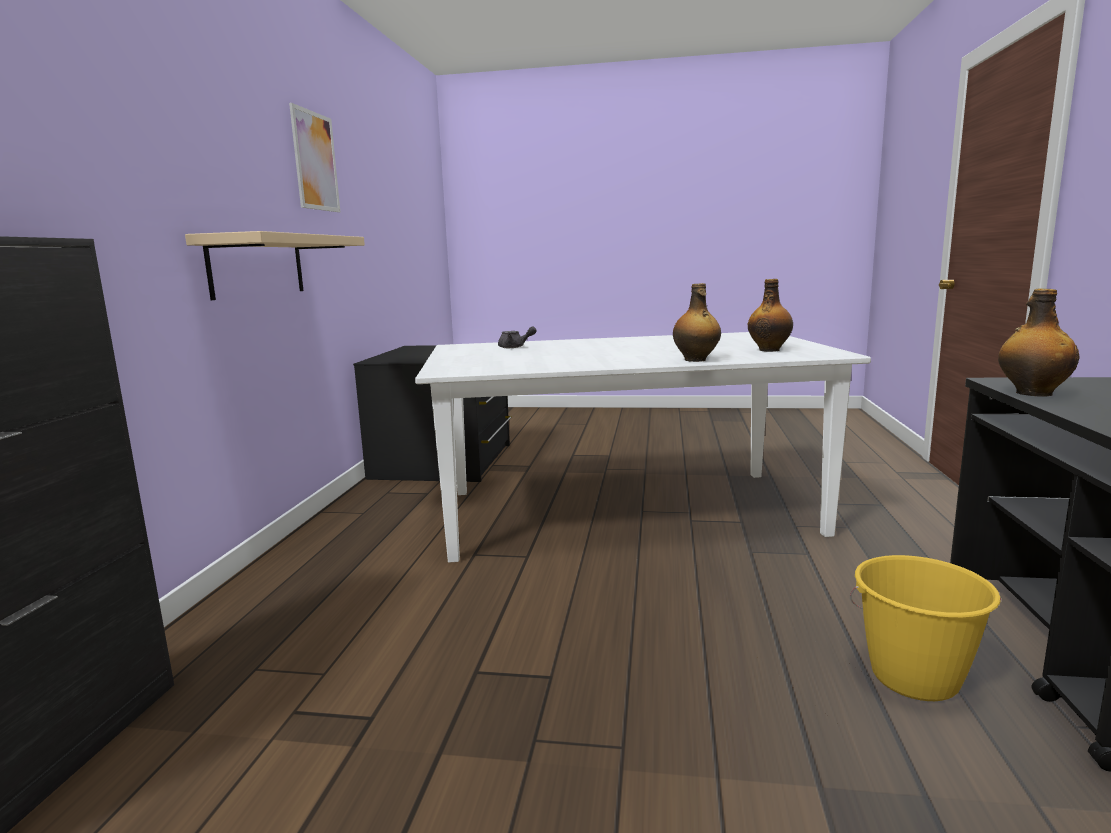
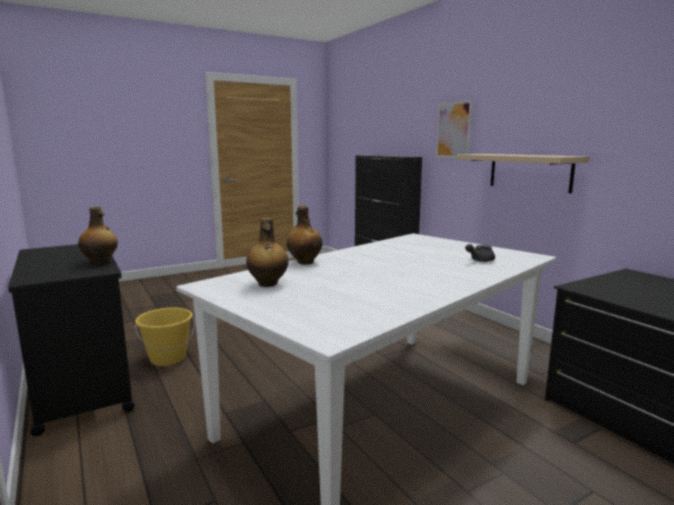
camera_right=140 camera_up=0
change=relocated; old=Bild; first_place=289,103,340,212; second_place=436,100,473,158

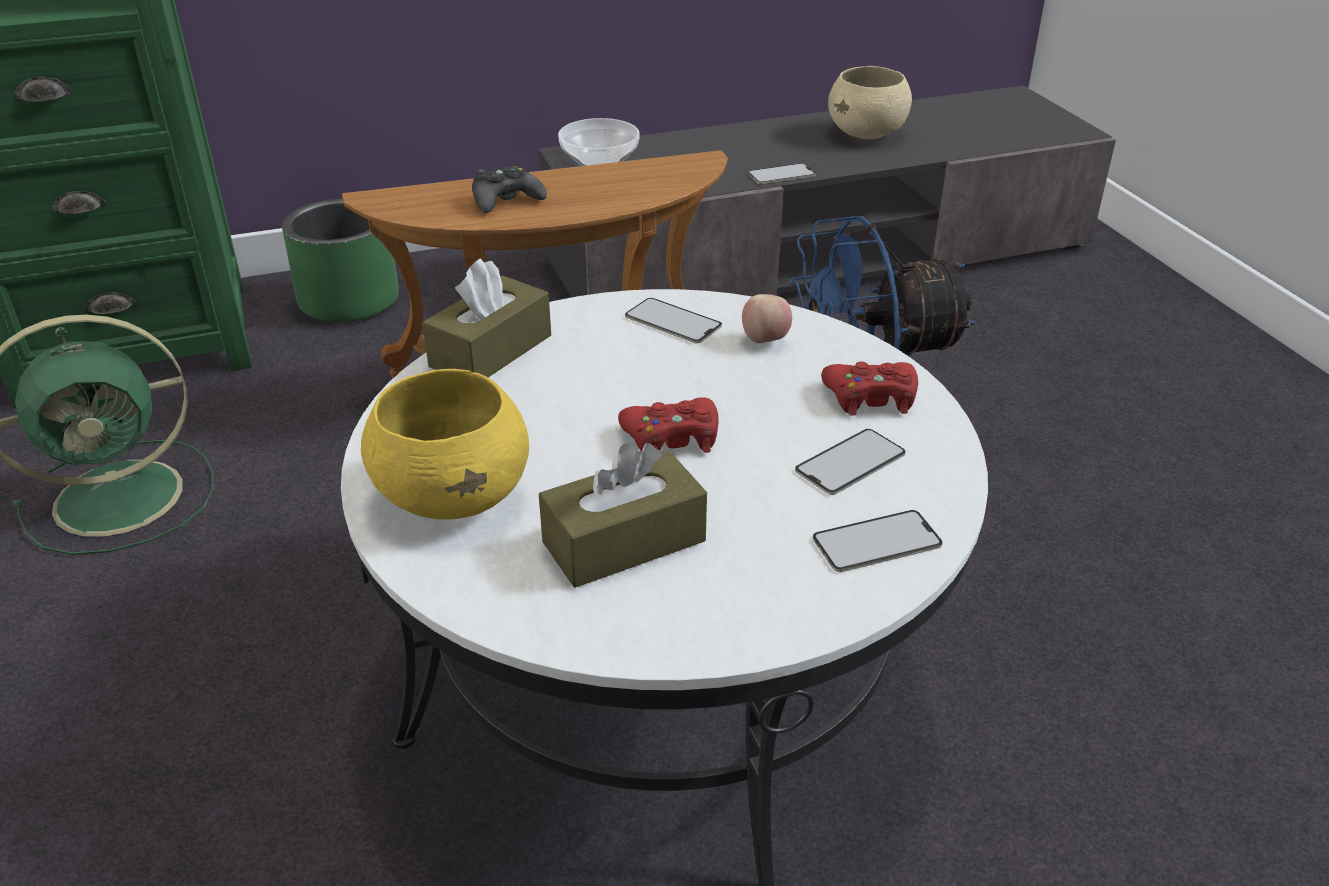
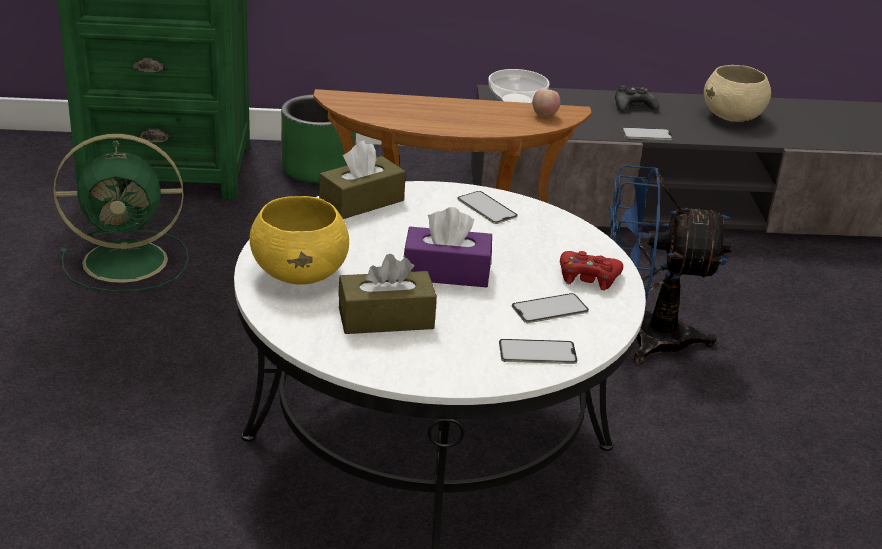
camera_right=15 camera_up=-5
change=relocated; old=Gamepad/schwarz; first_place=472,166,547,213; second_place=615,85,659,111
change=relocated; old=Apfel; first_place=742,294,792,343; second_place=533,89,560,115
change=exchanged; old=Gamepad/rot; new=Taschentuchbox/lila; first_place=618,397,719,453; second_place=404,207,492,287

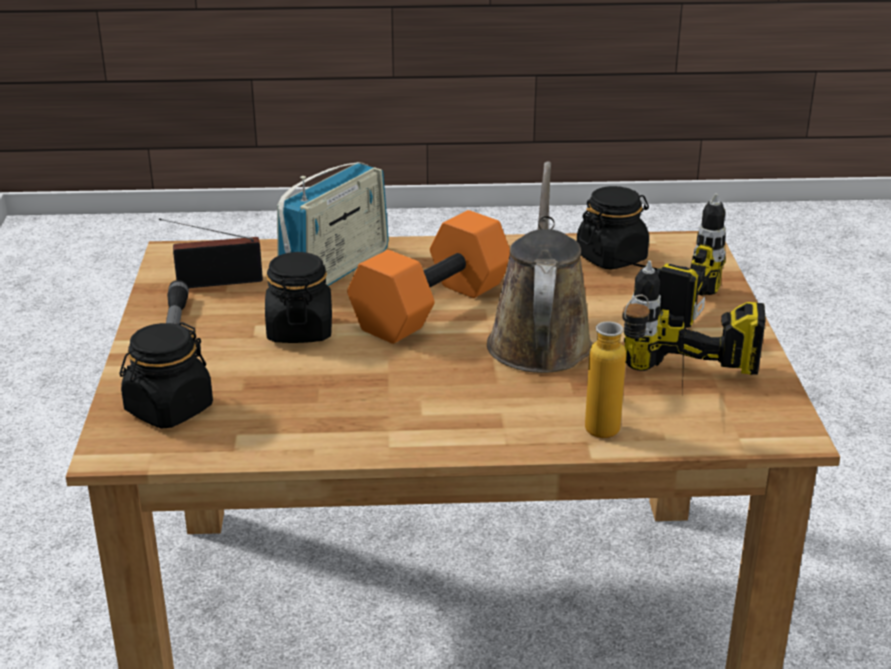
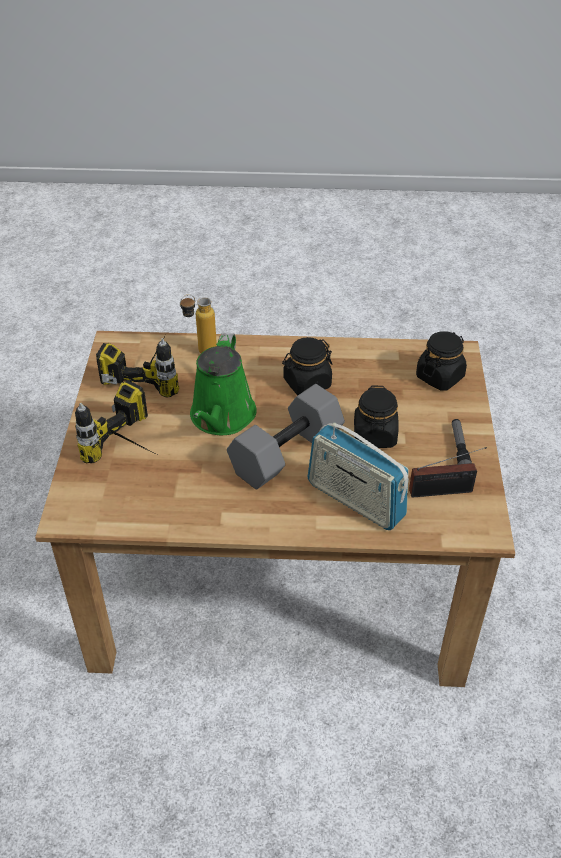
camera_right=-175 camera_up=15
change=relocated; old=Vorratsglas/schwarz; first_place=577,186,649,269; second_place=282,337,333,395
change=colour; old=Hantel/orange; new=Hantel/grau; first_place=347,210,510,344; second_place=227,384,345,489
change=colour; old=Gießkanne/braun; new=Gießkanne/grün; first_place=487,161,593,373; second_place=190,333,257,435
change=spun; old=Radio; first_place=277,162,389,286; second_place=308,422,409,530; degrees=-90

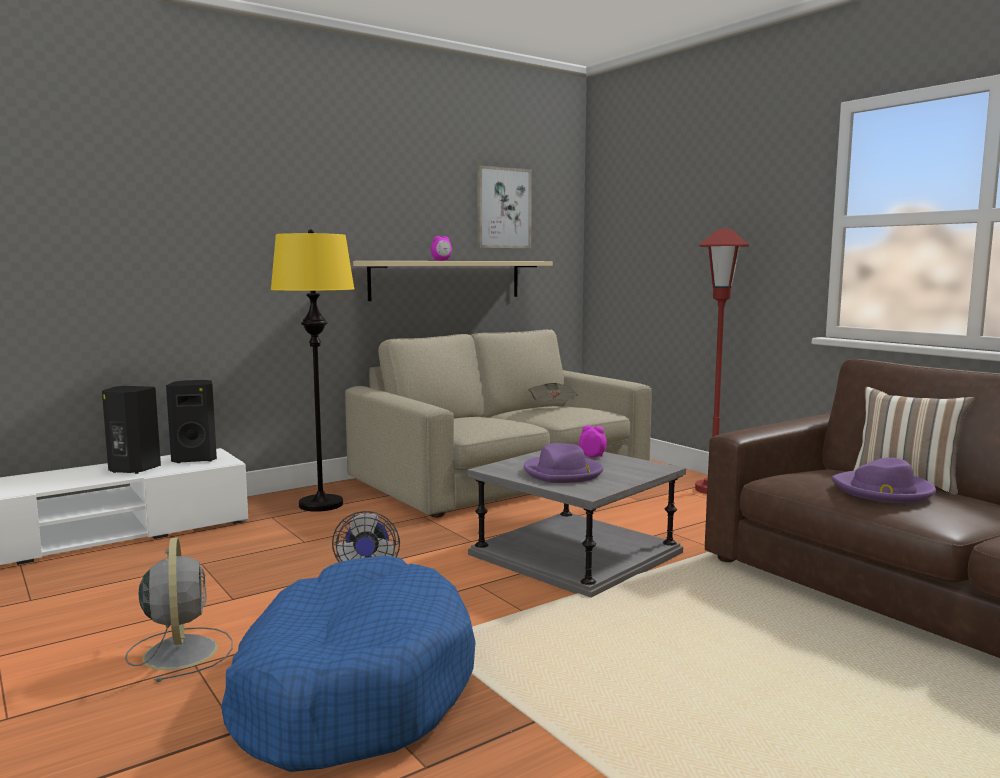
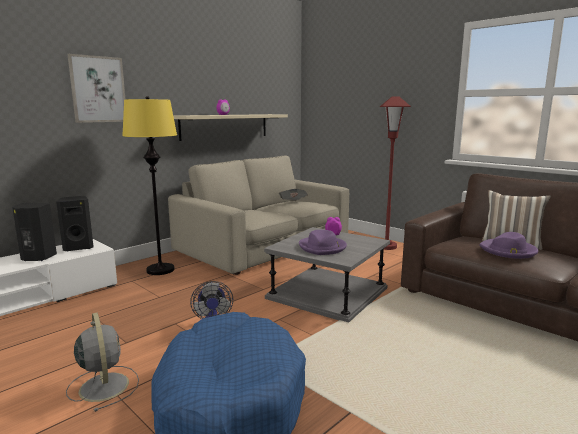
camera_right=-10 camera_up=5
change=relocated; old=Bild; first_place=477,165,532,249; second_place=67,54,125,123

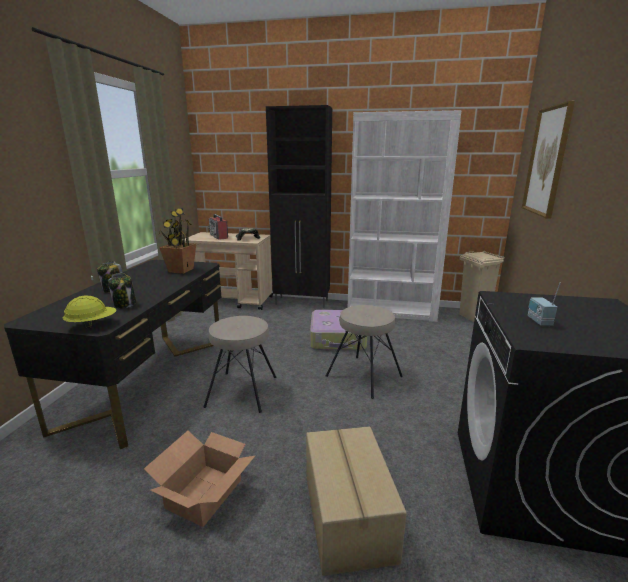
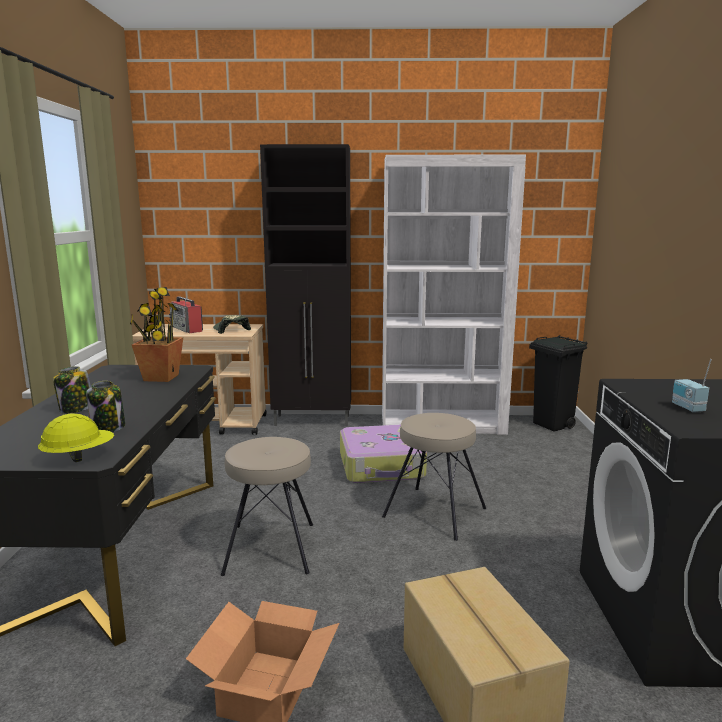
camera_right=-10 camera_up=-5
change=missing; old=Bild; first_place=522,101,575,219
change=colour; old=Mülleimer/beige; new=Mülleimer/schwarz; first_place=459,251,504,322; second_place=529,335,588,431

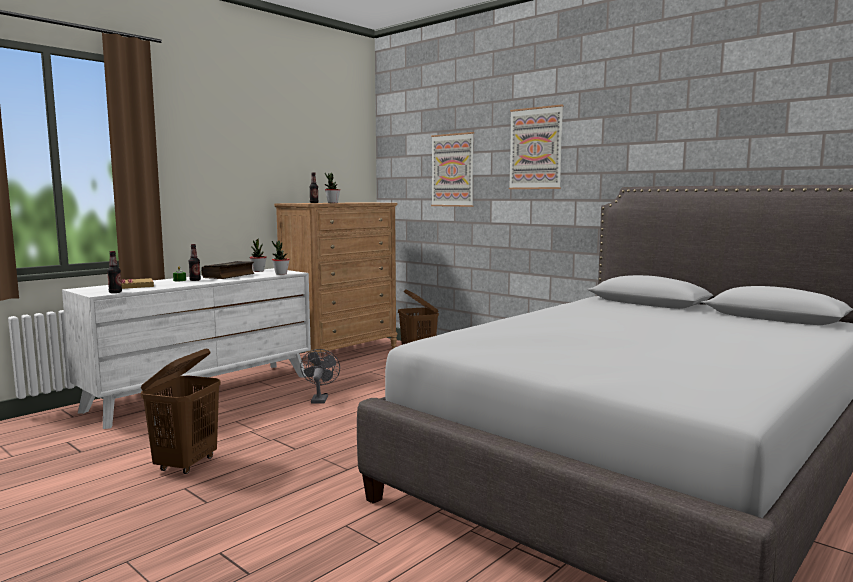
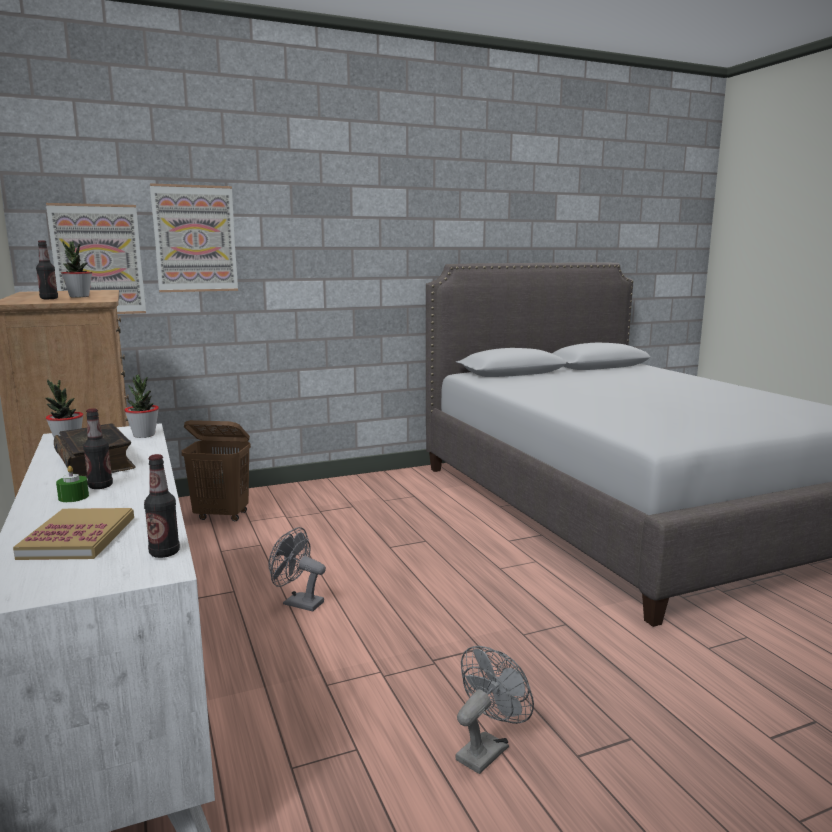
camera_right=-65 camera_up=5
change=relocated; old=Bild; first_place=509,104,563,189; second_place=46,203,146,314
change=exchanged; old=Wäschekorb/braun; new=Ventilator/grau; first_place=141,349,220,474; second_place=456,646,534,774

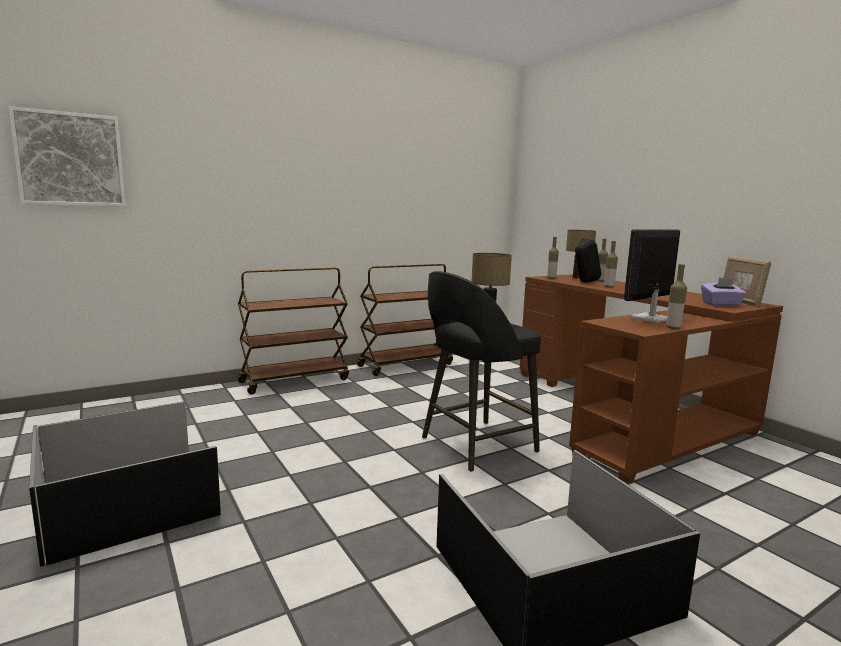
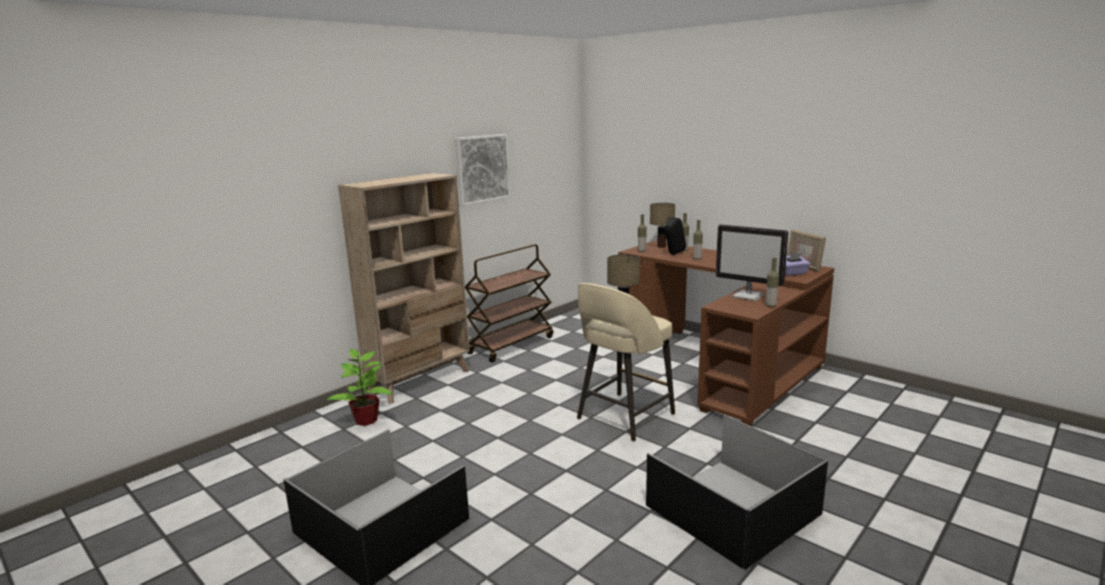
camera_right=-15 camera_up=5
change=appeared; new=Topfpflanze; second_place=327,349,392,426
change=relocated; old=Bild; first_place=8,106,126,207; second_place=455,134,511,206
change=exchanged; old=Rollwagen/braun; new=Bücherregal/beige; first_place=238,268,349,394; second_place=338,173,470,403
change=colour; old=Hocker/schwarz; new=Hocker/beige; first_place=422,271,541,471; second_place=577,283,675,441
change=spun; old=Monitor; first_place=624,229,680,323; second_place=716,224,789,301; degrees=-90

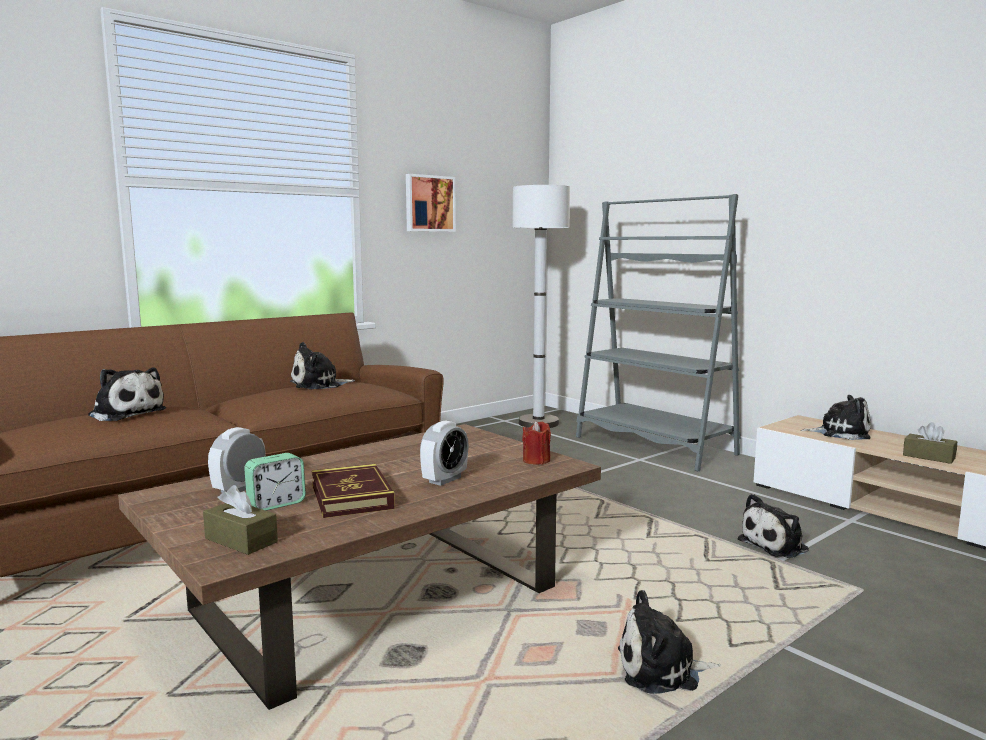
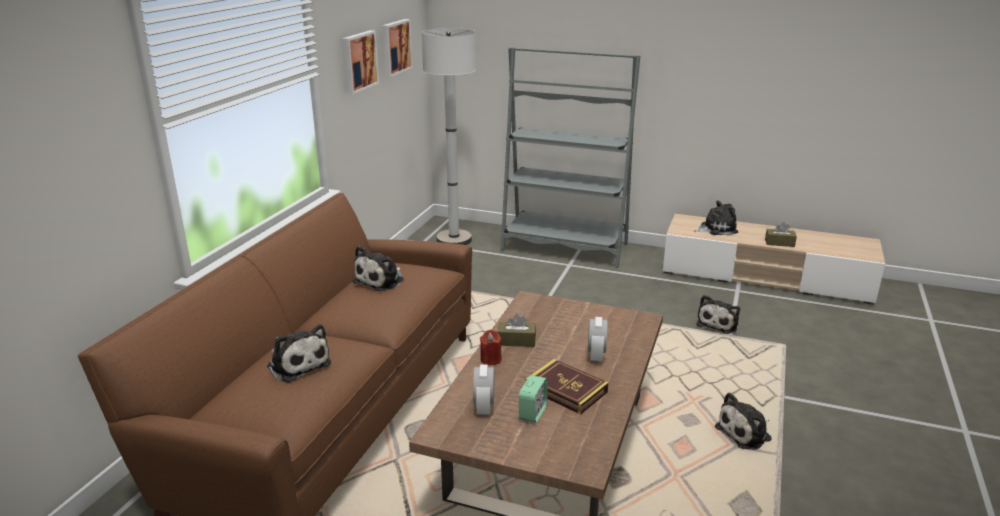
camera_right=-30 camera_up=15
change=appeared; new=Bild; second_place=382,19,413,77
change=relocated; old=Taschentuchbox/braun; first_place=203,485,278,555; second_place=498,314,536,347
change=relocated; old=Kerze/rot; first_place=522,421,551,465; second_place=480,330,502,365
change=spun; old=Plüschtier; first_place=88,368,166,421; second_place=267,324,331,383; degrees=45

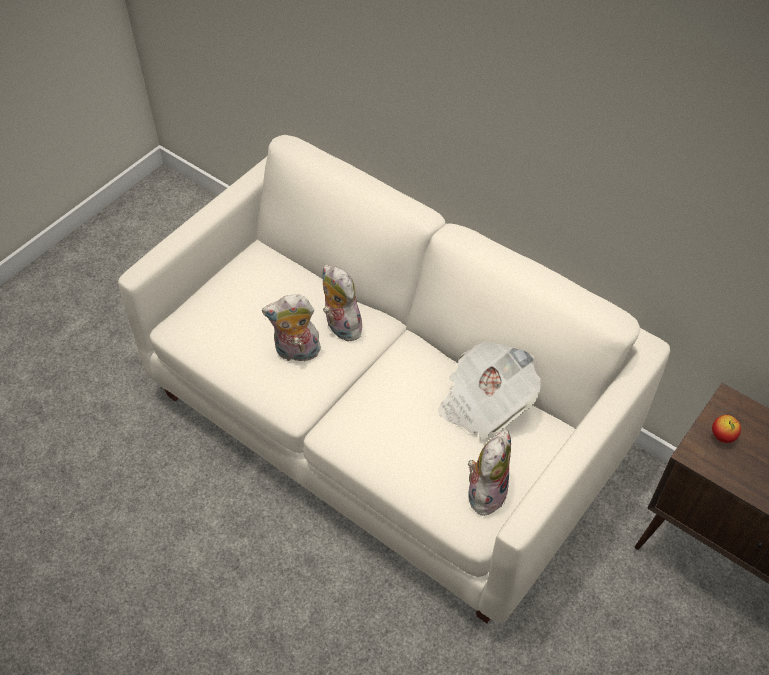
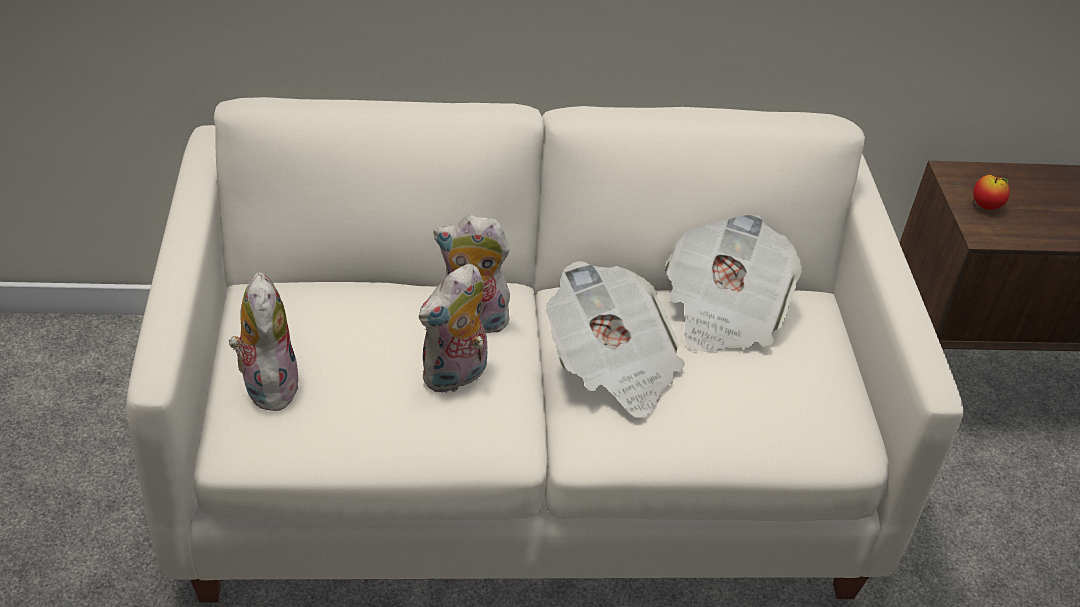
camera_right=-45 camera_up=-10
change=appeared; new=Zeitung; second_place=546,261,685,418
change=relocated; old=Plüschtier; first_place=468,430,511,517; second_place=229,272,298,411

